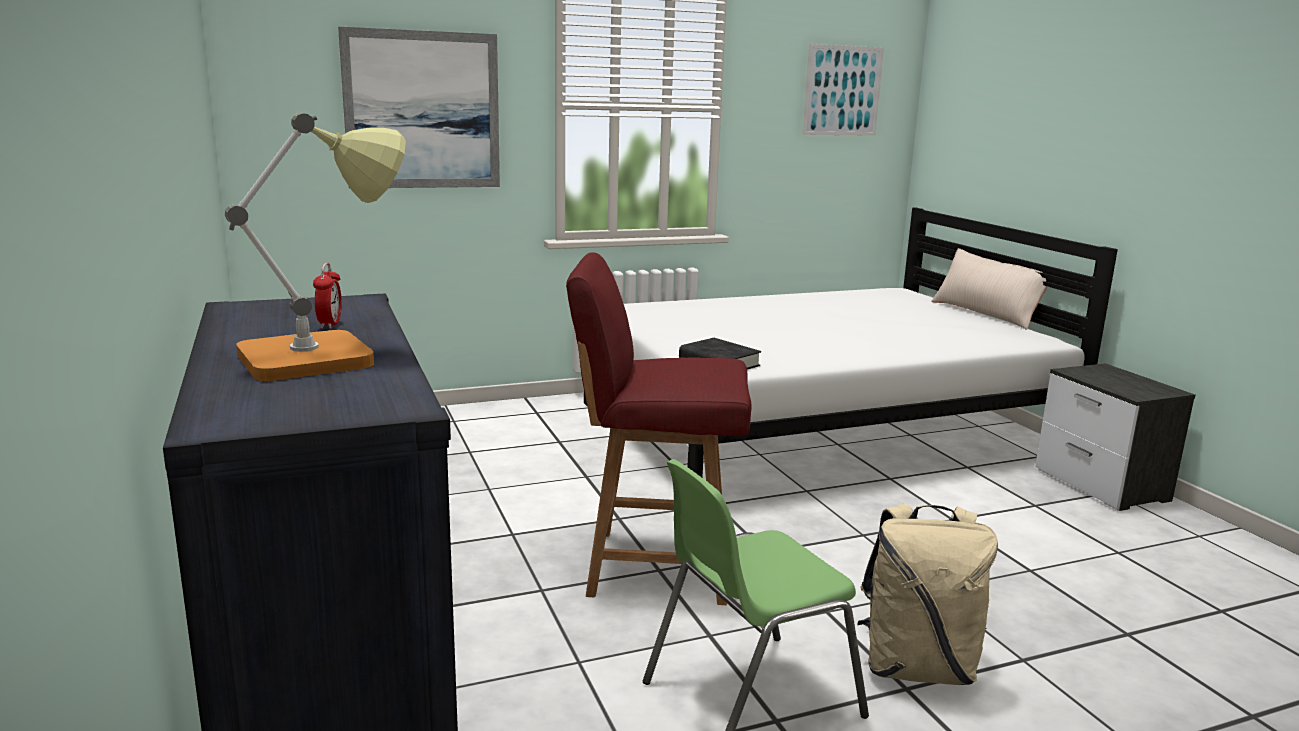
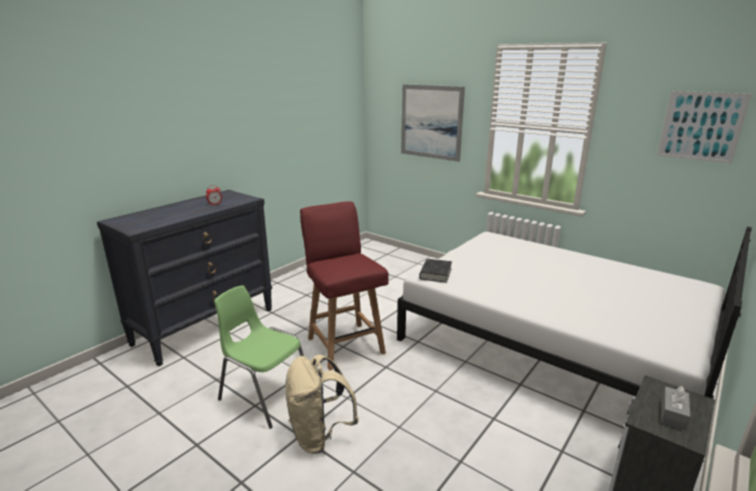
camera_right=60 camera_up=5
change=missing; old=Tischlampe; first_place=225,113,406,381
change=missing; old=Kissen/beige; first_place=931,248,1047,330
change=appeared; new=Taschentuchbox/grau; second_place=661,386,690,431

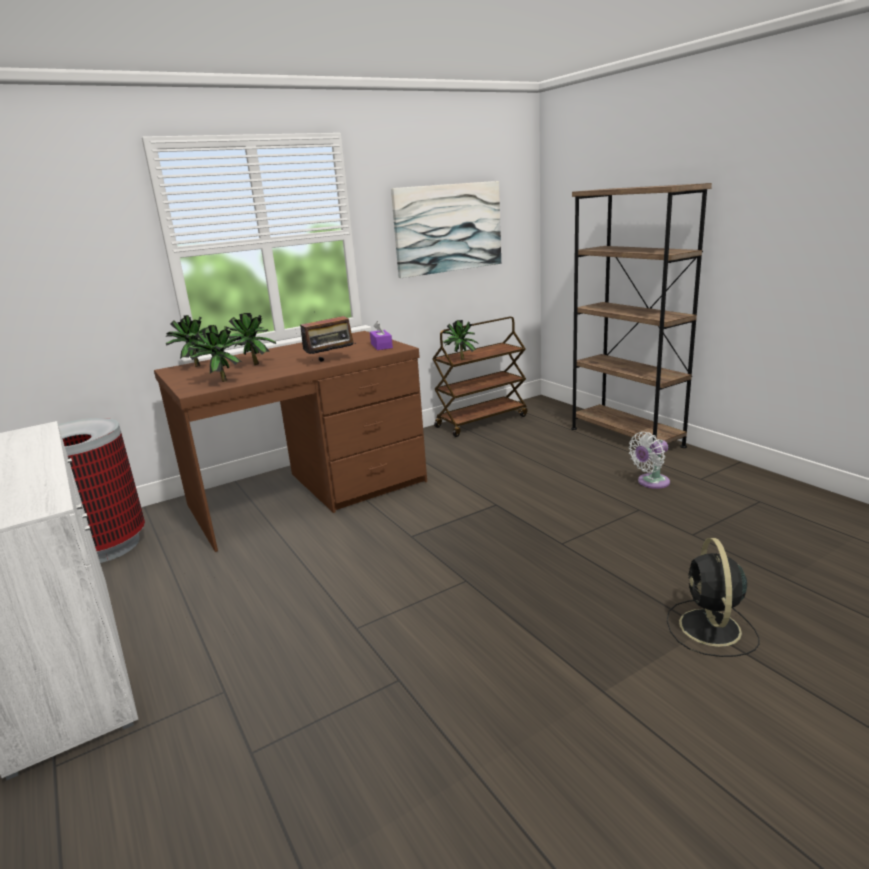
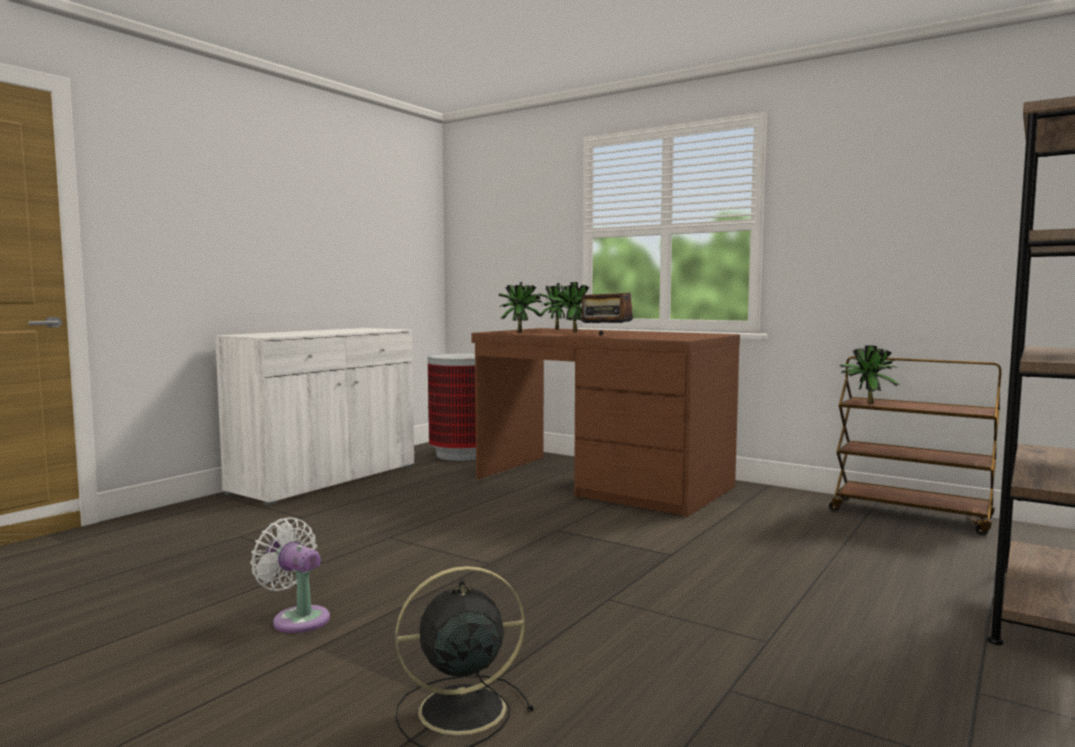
camera_right=65 camera_up=-15
change=missing; old=Taschentuchbox/lila; first_place=370,321,393,350
change=missing; old=Bild; first_place=391,181,501,278
change=relocated; old=Ventilator/weiß; first_place=628,432,670,489; second_place=250,518,330,633

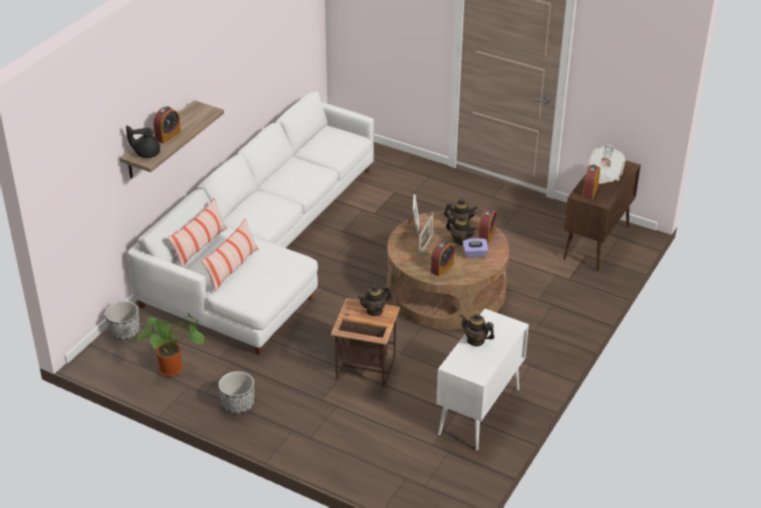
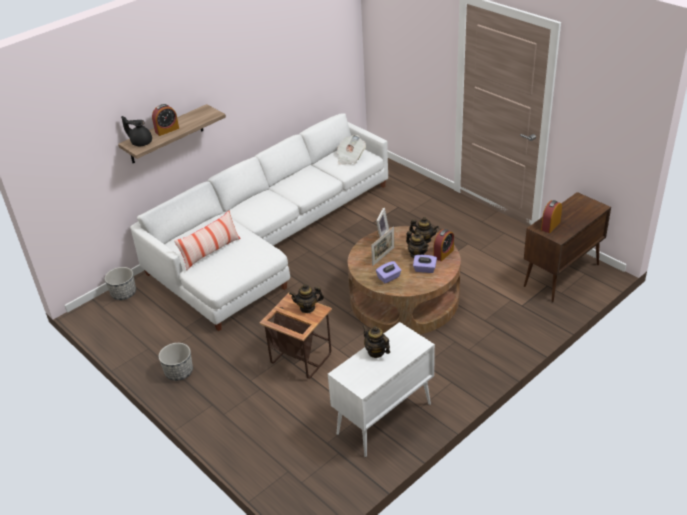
camera_right=20 camera_up=0
change=missing; old=Topfpflanze; first_place=133,311,204,377
change=missing; old=Kissen; first_place=168,199,227,267
change=relocated; old=Zeitung; first_place=588,145,626,184; second_place=337,135,366,165
change=exchanged; old=Wecker; new=Taschentuchbox/lila; first_place=431,241,454,276; second_place=376,261,402,283

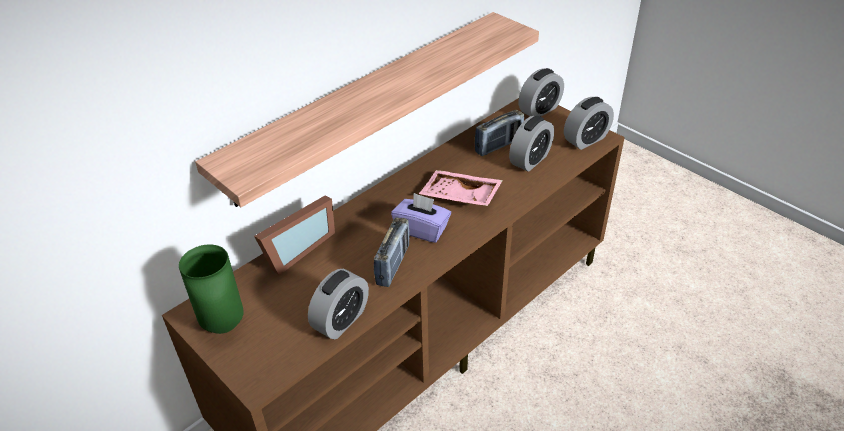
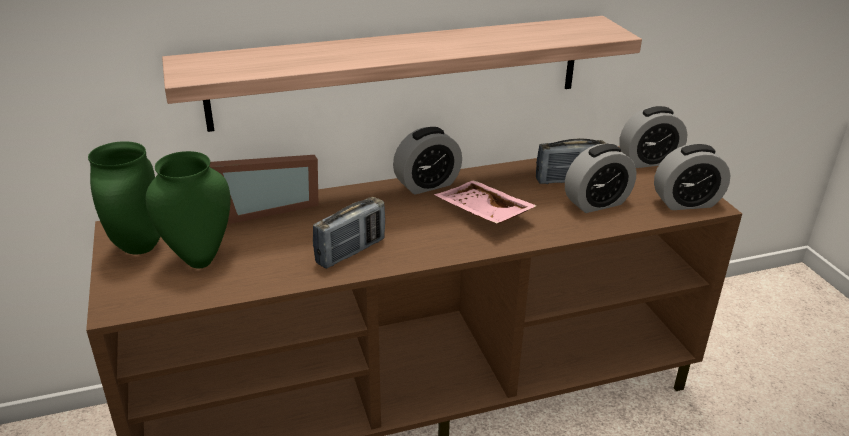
camera_right=25 camera_up=-10
change=missing; old=Taschentuchbox/lila; first_place=391,193,451,243
change=appeared; new=Vase/grün; second_place=146,151,231,269
change=relocated; old=Wecker; first_place=308,269,369,339; second_place=393,127,462,195

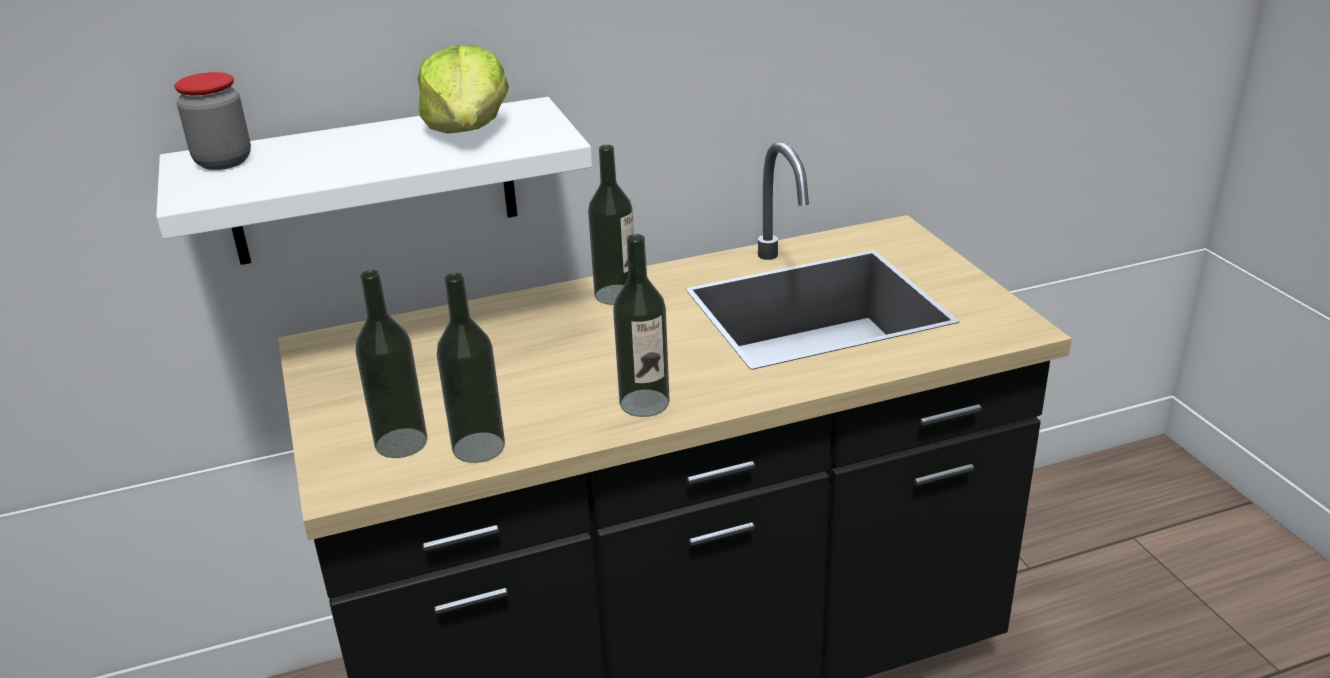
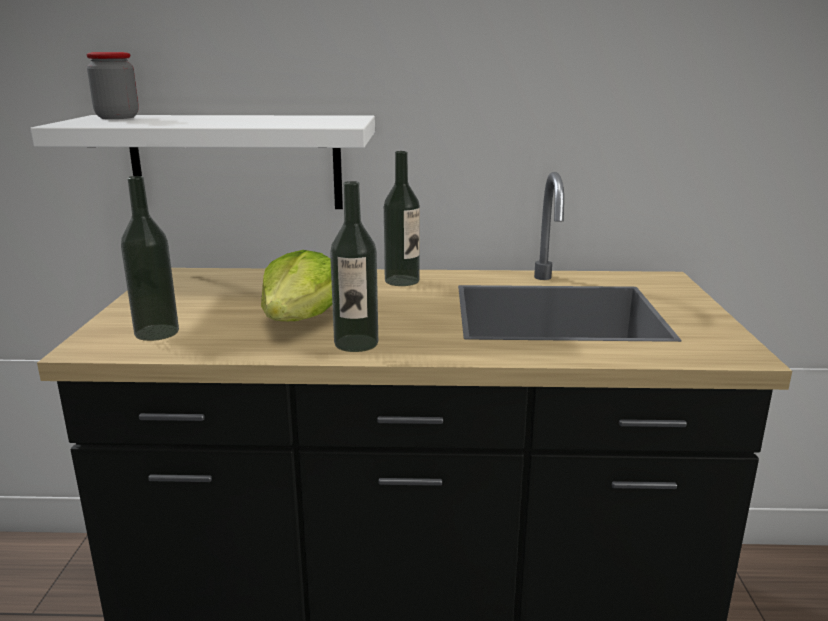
camera_right=20 camera_up=-10
change=missing; old=Flasche; first_place=437,273,505,463
change=relocated; old=Salatkopf; first_place=418,45,509,134; second_place=261,250,332,321

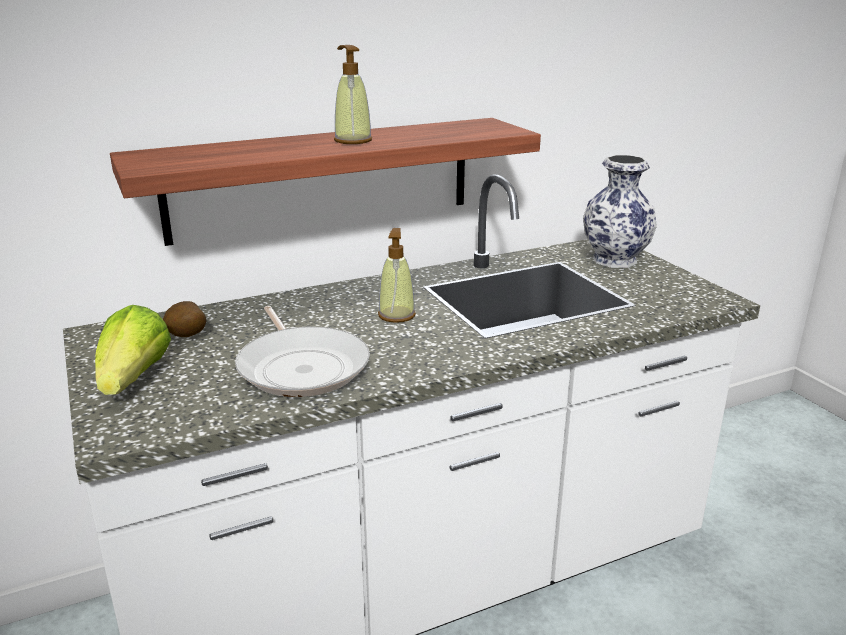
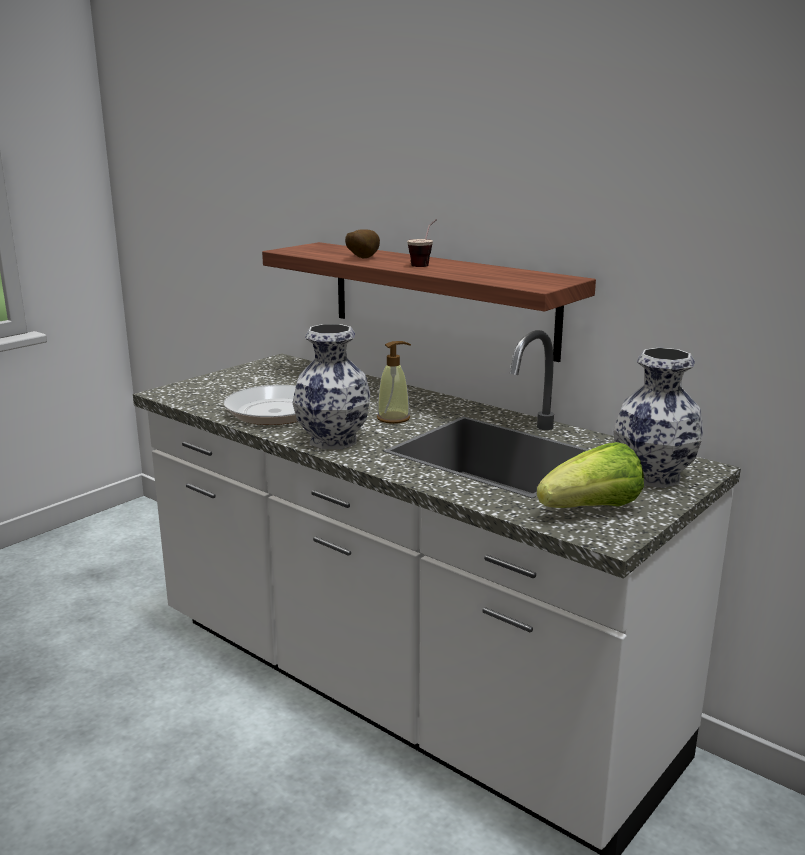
camera_right=65 camera_up=-5
change=appeared; new=Vase; second_place=292,324,370,449
change=relocated; old=Salatkopf; first_place=95,305,171,395; second_place=537,442,644,508
change=relocated; old=Kartoffel; first_place=163,301,206,337; second_place=345,229,380,258
change=exchanged; old=Seifenspender; new=Tasse; first_place=334,45,372,144; second_place=407,219,437,267

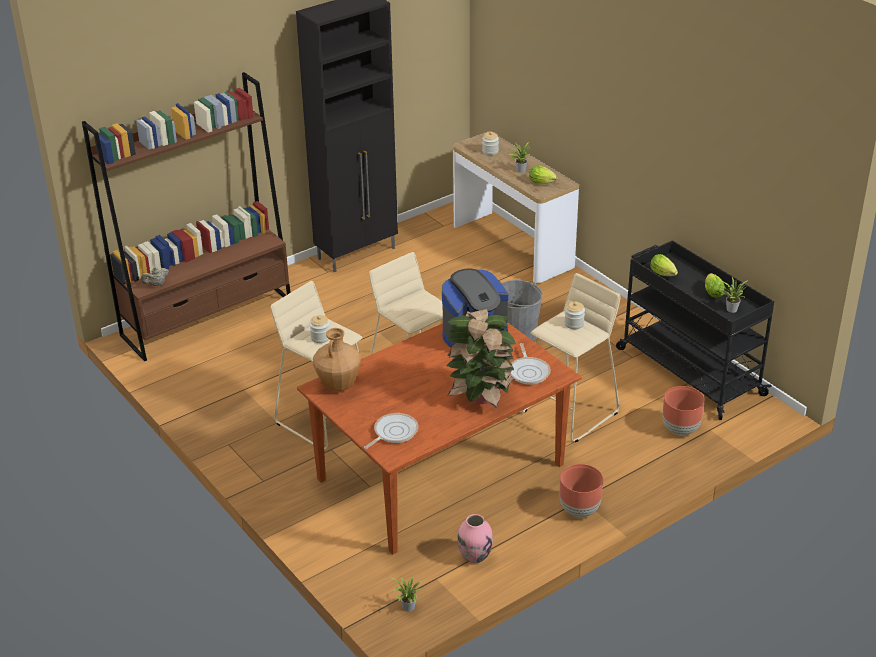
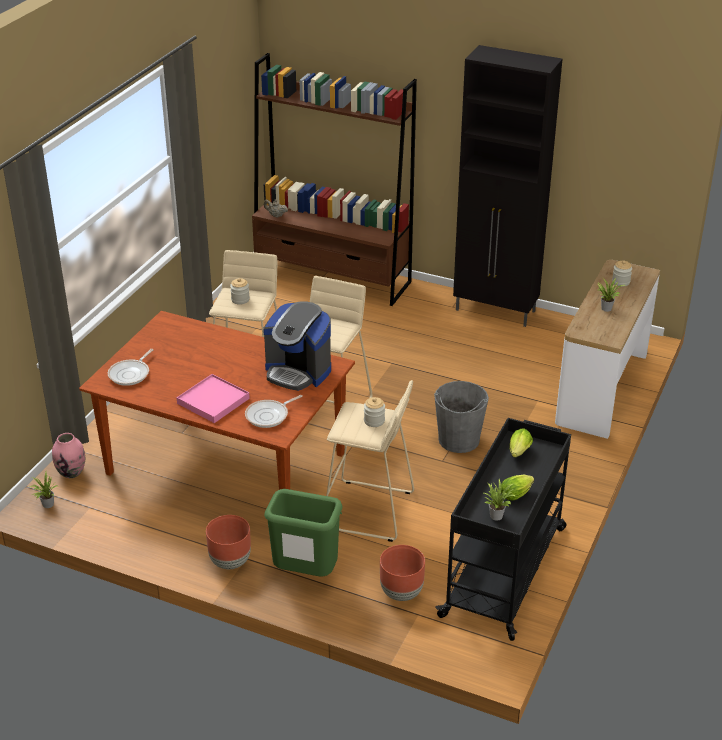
camera_right=60 camera_up=0
change=missing; old=Vase/braun; first_place=313,328,361,391
change=missing; old=Salatkopf; first_place=529,165,558,184
change=appeared; new=Mülleimer/grün; second_place=264,489,343,577
change=relocated; old=Vase/rosa; first_place=457,514,493,563; second_place=52,433,85,478
change=exchanged; old=Topfpflanze; new=Tablett/rosa; first_place=446,309,516,408; second_place=176,374,250,423
change=spun; old=Pfanne; first_place=364,413,419,449; second_place=108,349,153,386; degrees=105

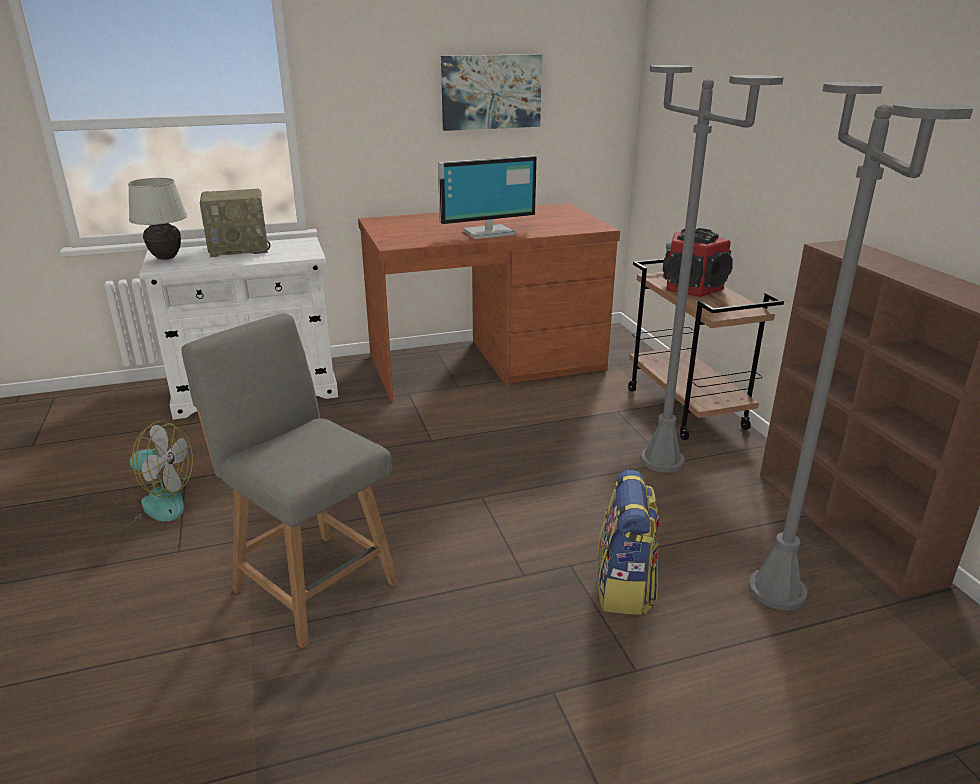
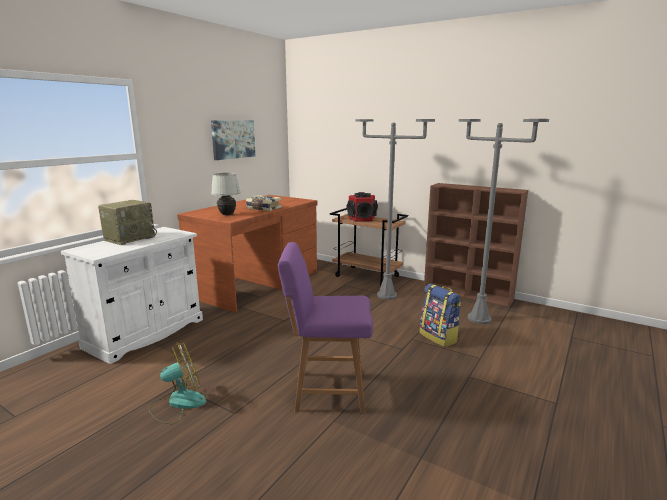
camera_right=-40 camera_up=-10
change=relocated; old=Tischlampe/weiß; first_place=128,178,187,260; second_place=211,173,241,215
change=exchanged; old=Monitor; new=Buch; first_place=438,156,537,239; second_place=246,195,282,211
change=colour; old=Stuhl/grau; new=Stuhl/lila; first_place=181,313,398,648; second_place=278,242,373,413

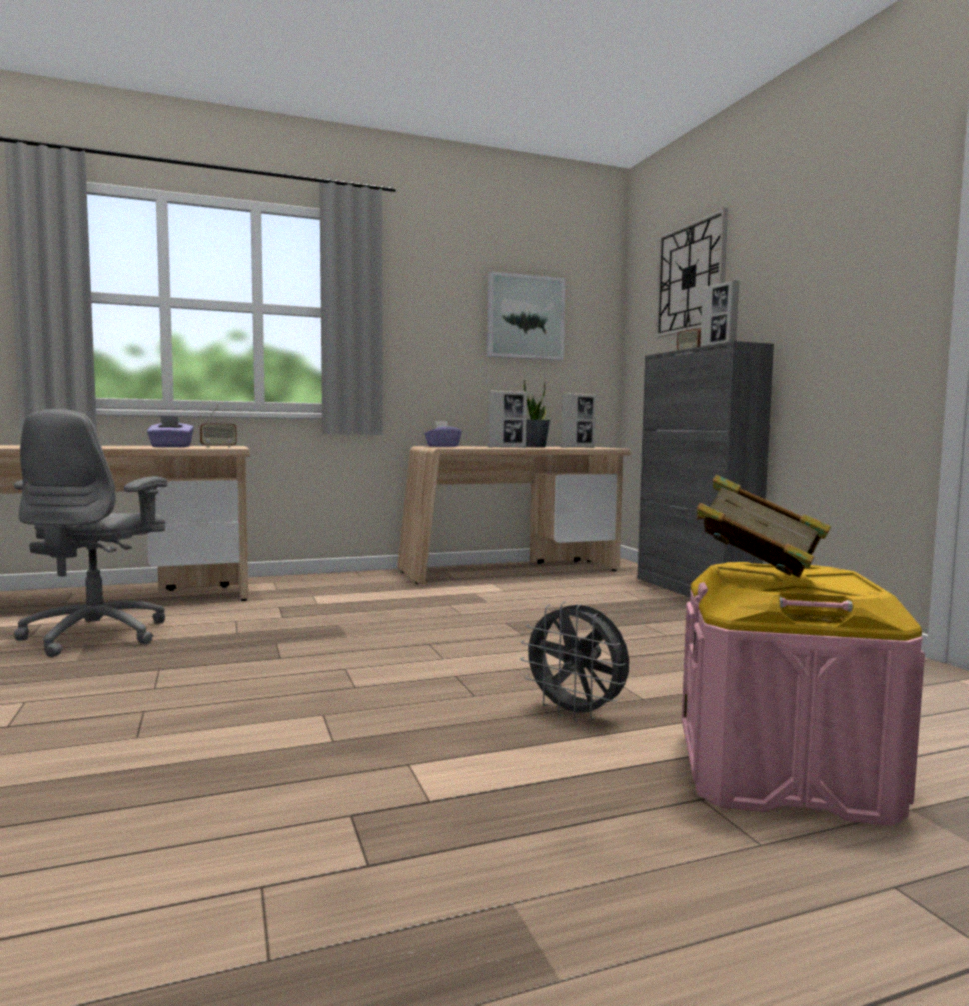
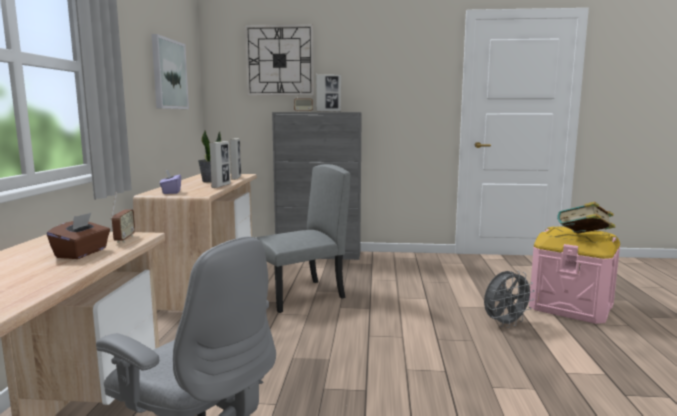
camera_right=-65 camera_up=5
change=appeared; new=Stuhl/grau; second_place=255,164,351,313
change=colour; old=Taschentuchbox/lila; new=Taschentuchbox/braun; first_place=147,415,194,447; second_place=47,212,110,259

